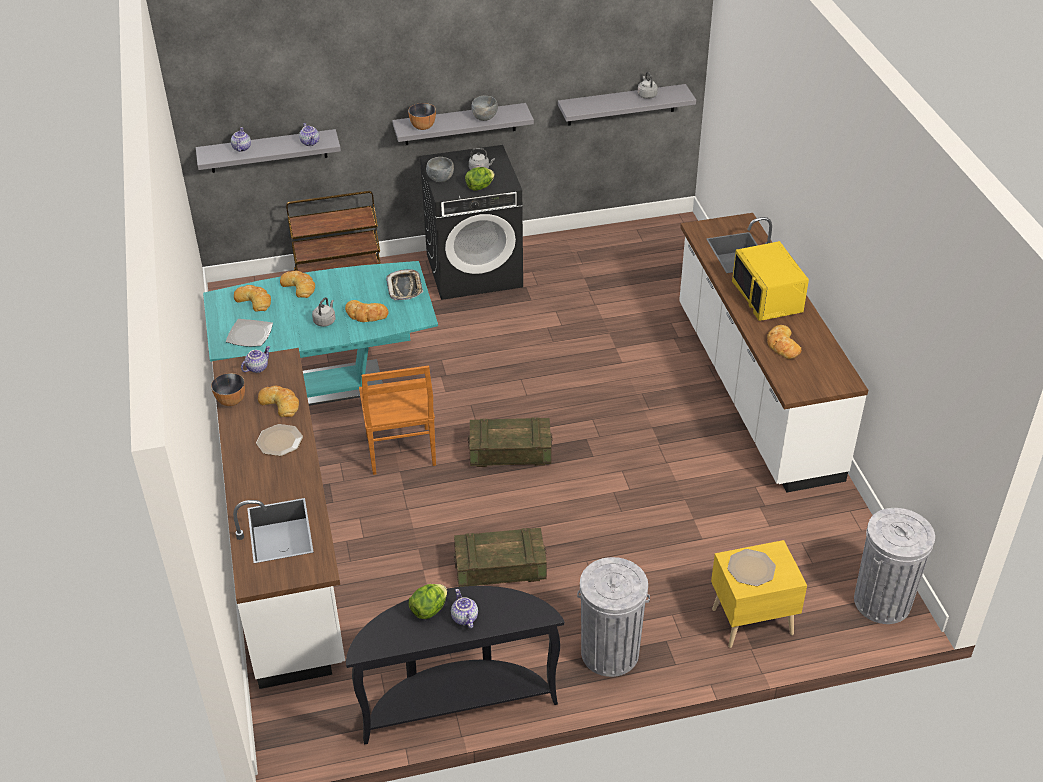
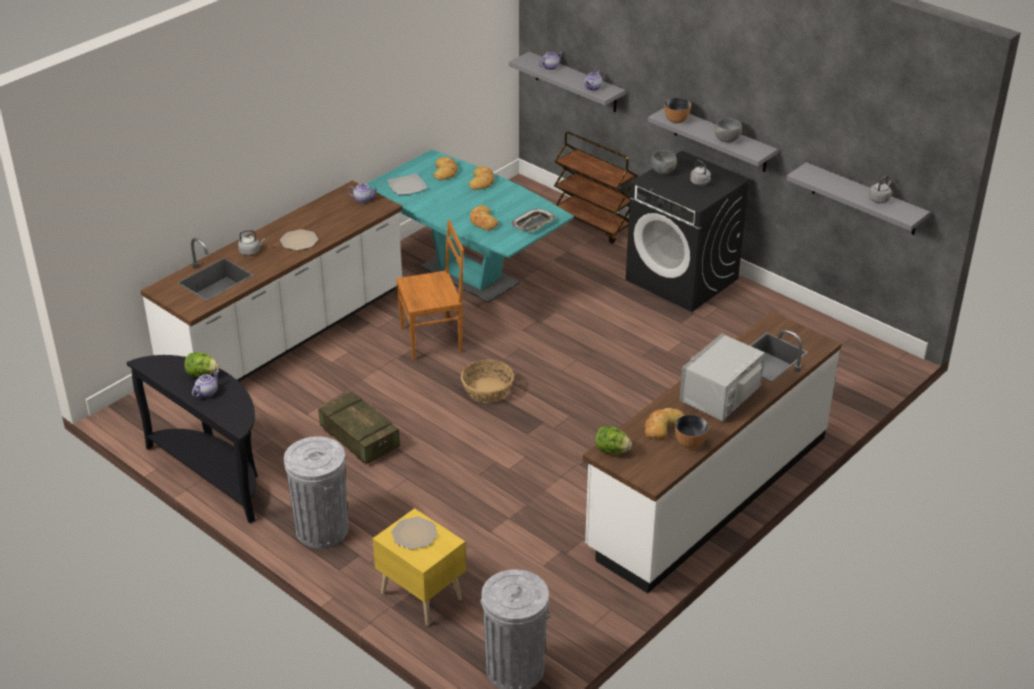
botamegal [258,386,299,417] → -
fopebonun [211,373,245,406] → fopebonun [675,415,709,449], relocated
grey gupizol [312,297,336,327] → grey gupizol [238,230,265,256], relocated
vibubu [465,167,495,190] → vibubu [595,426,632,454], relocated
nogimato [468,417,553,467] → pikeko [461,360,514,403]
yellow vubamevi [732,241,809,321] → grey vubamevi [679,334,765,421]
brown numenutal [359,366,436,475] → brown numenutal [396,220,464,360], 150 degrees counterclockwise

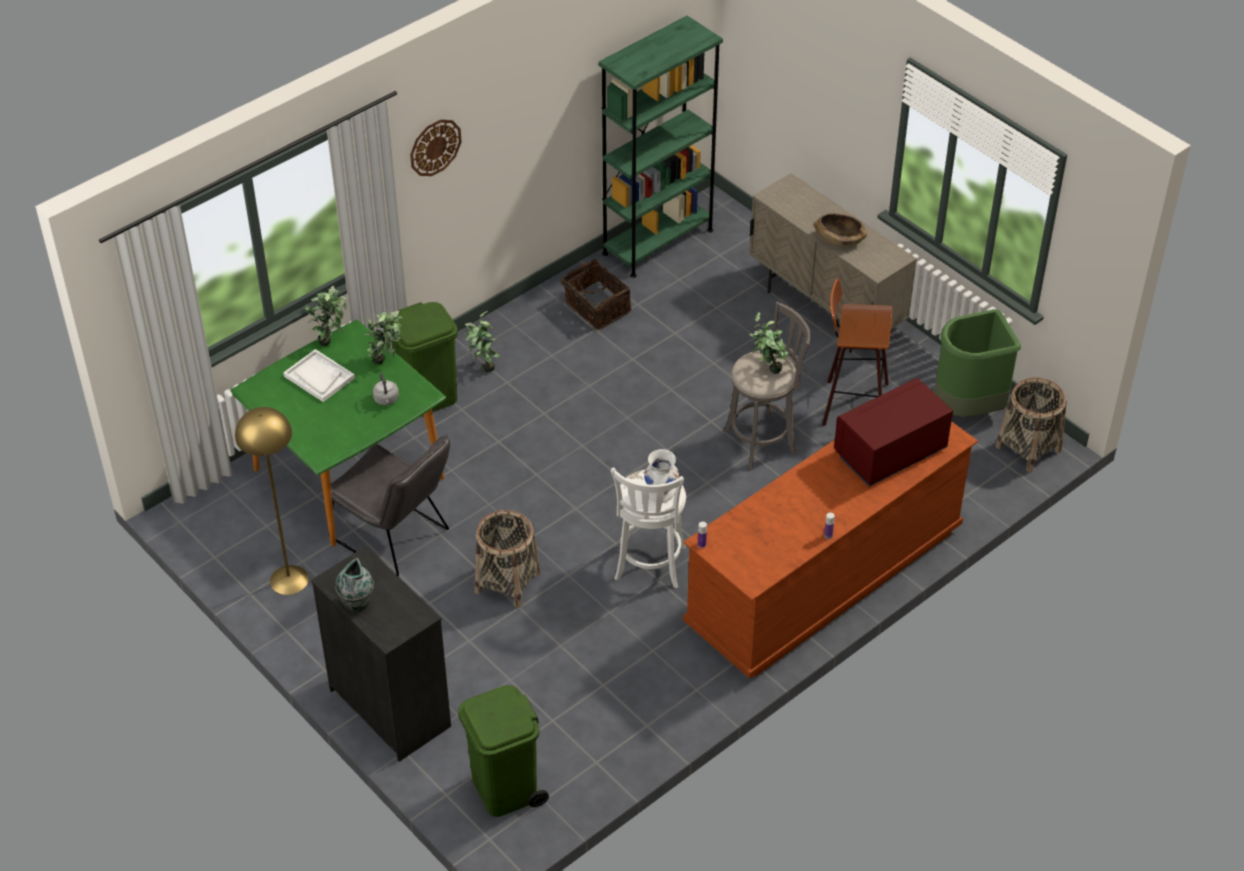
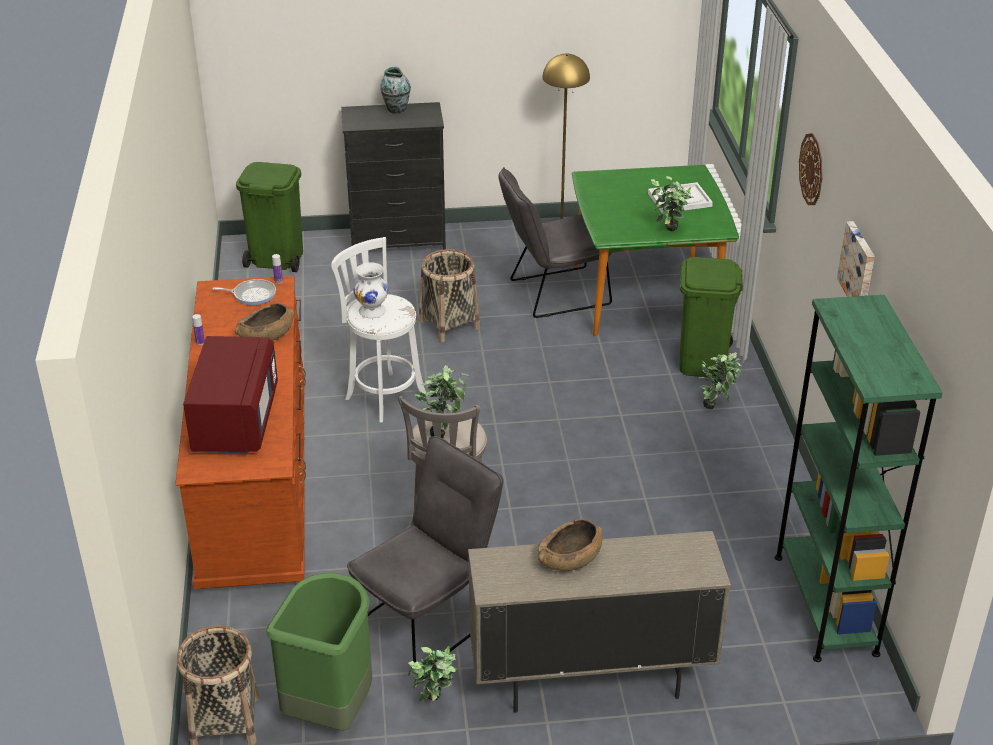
grey gupizol [373,373,399,405] → -
pikeko [561,259,631,330] → -
- → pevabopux [212,279,276,305]
- → brown fopebonun [235,303,294,341]
- → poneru [837,221,875,297]
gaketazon [305,286,347,346] → gaketazon [408,645,457,702], relocated
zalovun [822,279,892,426] → grey numenutal [347,436,503,663]

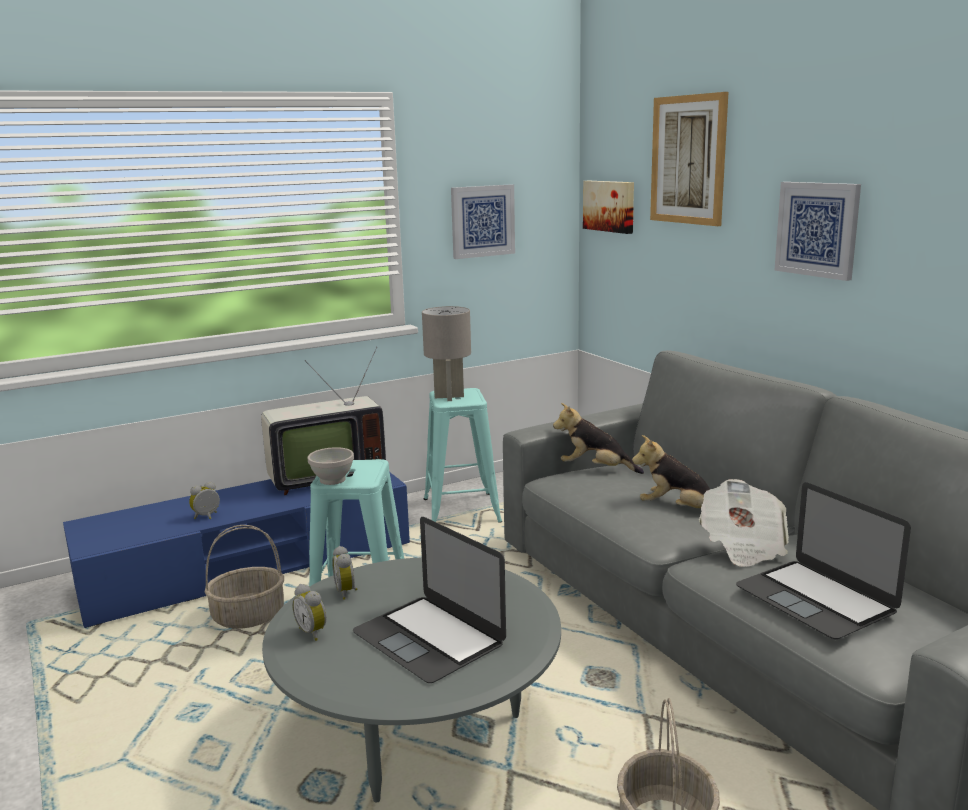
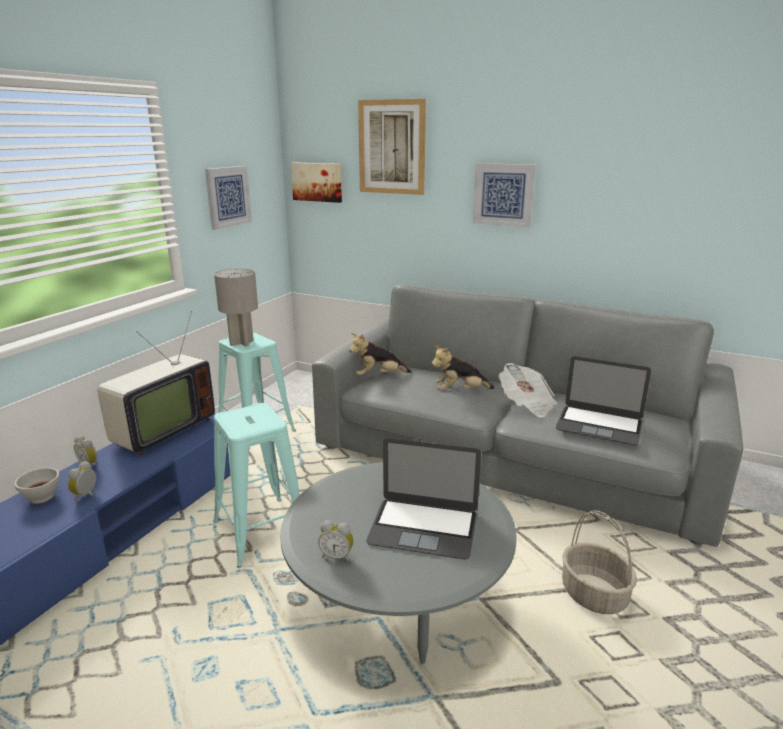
pikeko [205,525,284,629] → -
white fopebonun [308,447,354,485] → white fopebonun [14,468,60,504], relocated
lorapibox [332,546,357,600] → lorapibox [74,436,97,469], relocated

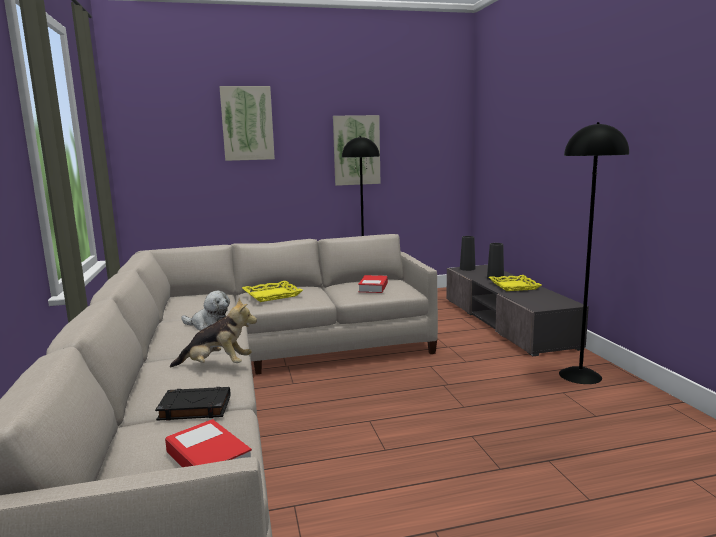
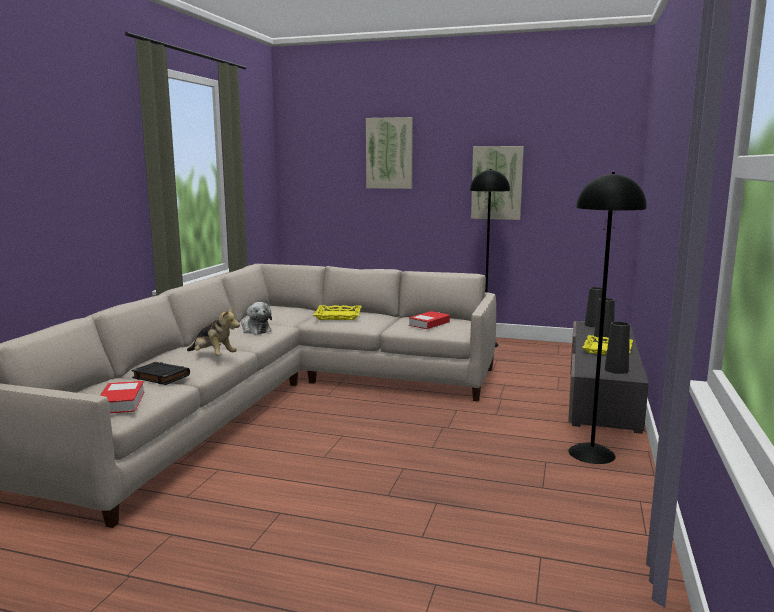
- → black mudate [605,321,630,374]

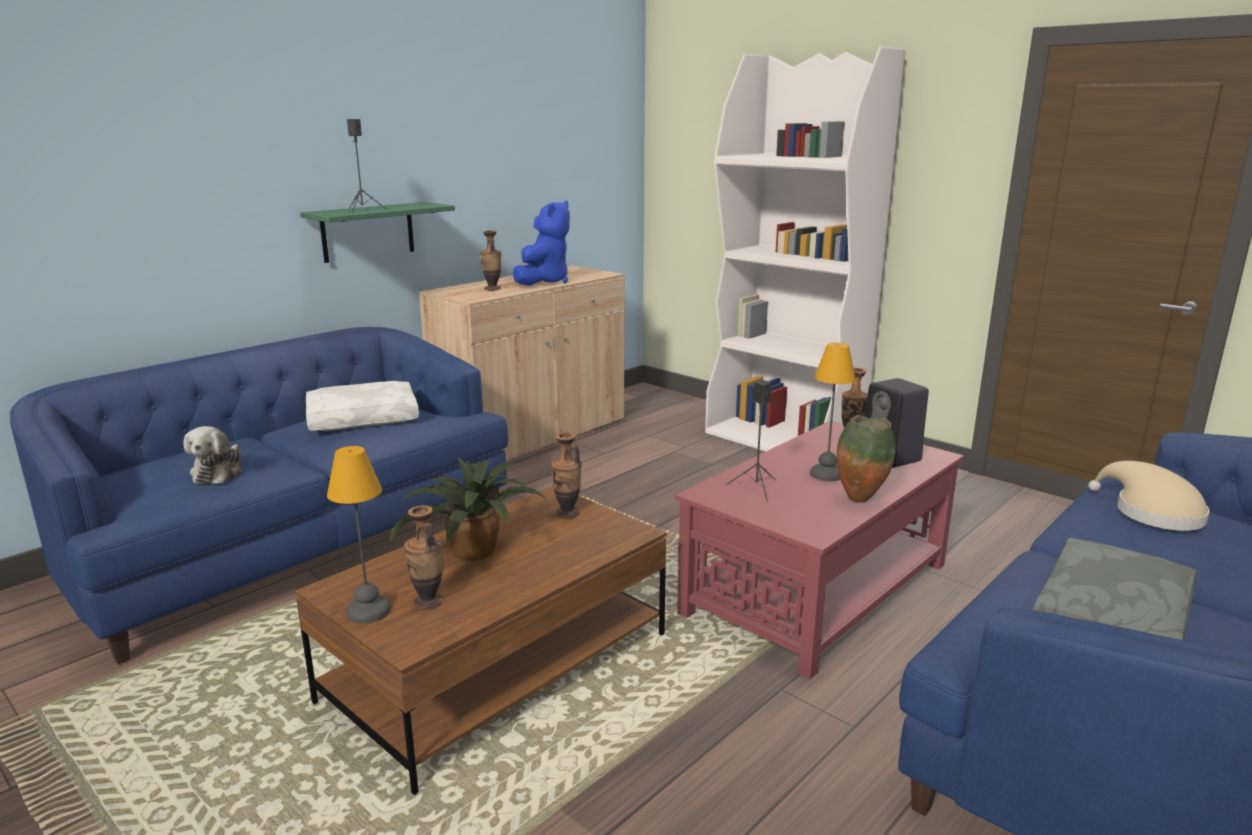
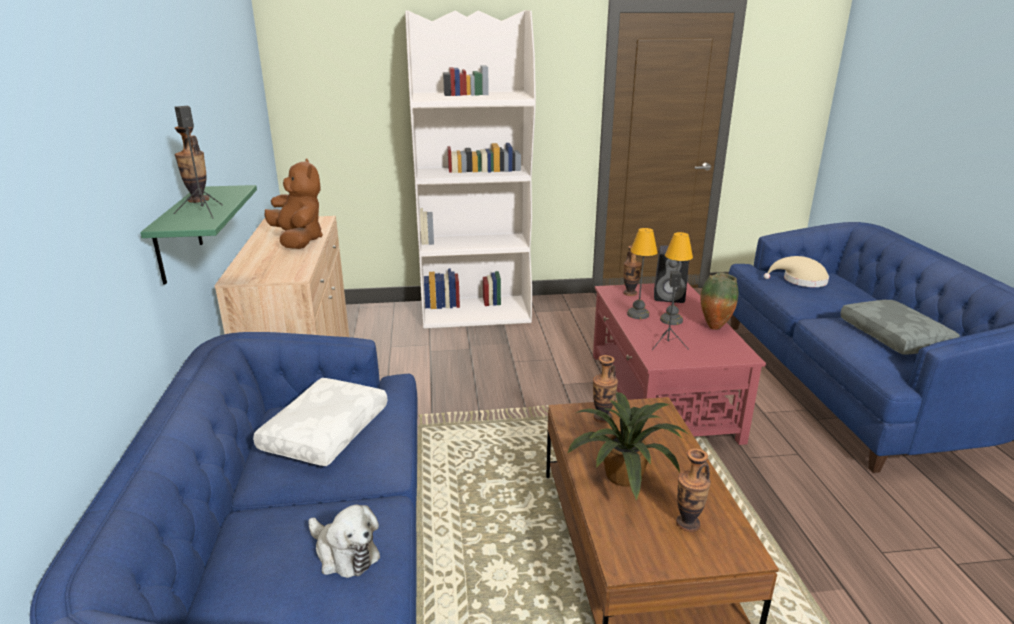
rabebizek [327,446,391,624] → rabebizek [627,228,658,319], relocated
mudate [480,230,501,291] → mudate [175,126,209,203], relocated
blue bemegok [513,200,570,286] → brown bemegok [265,158,323,249]

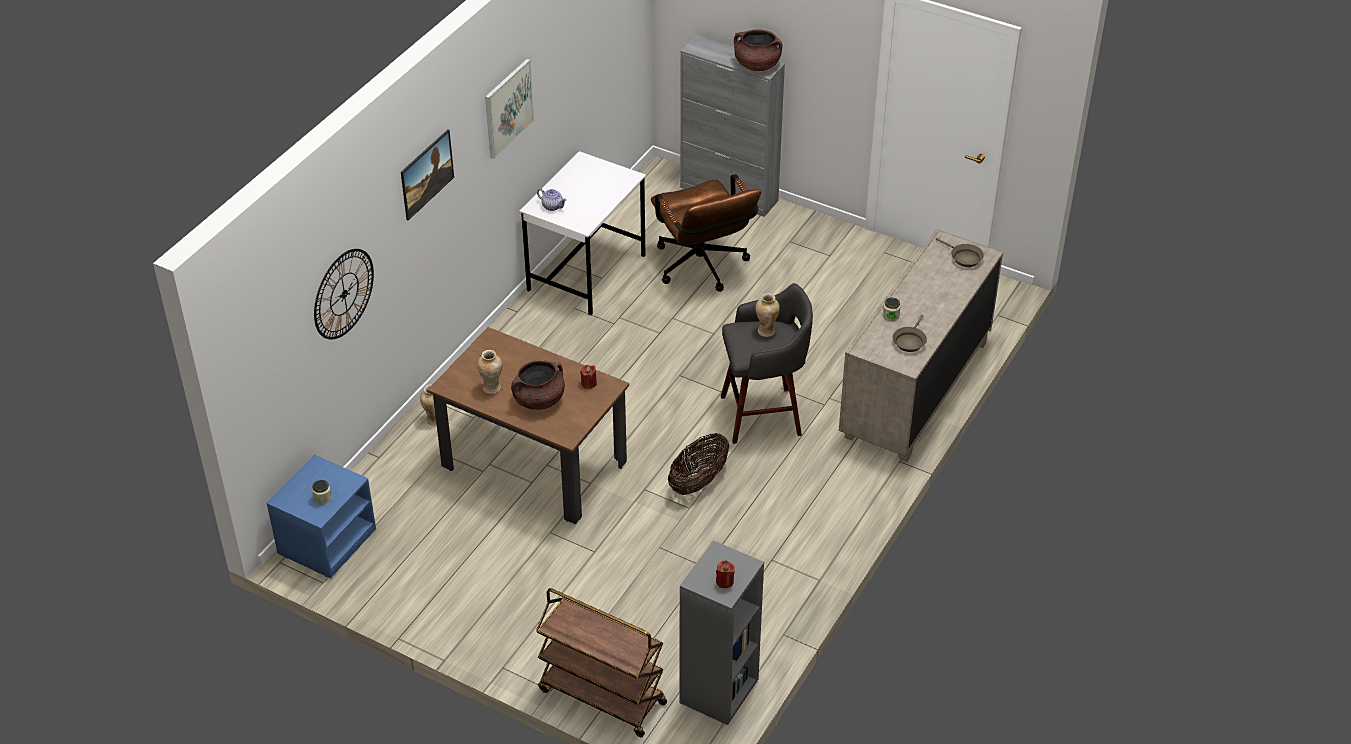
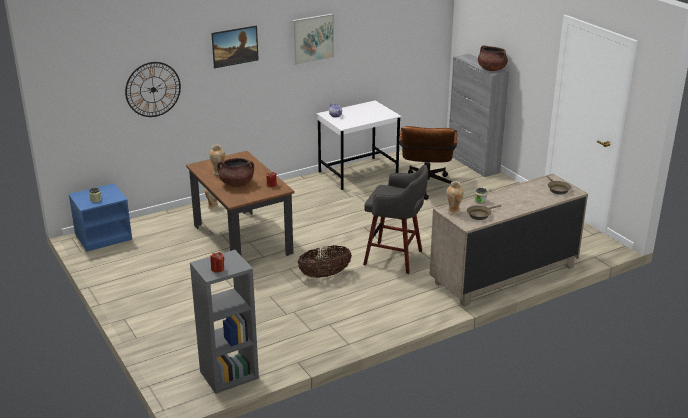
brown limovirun [536,588,667,737] → -
mudate [756,293,780,337] → mudate [446,181,464,215], relocated

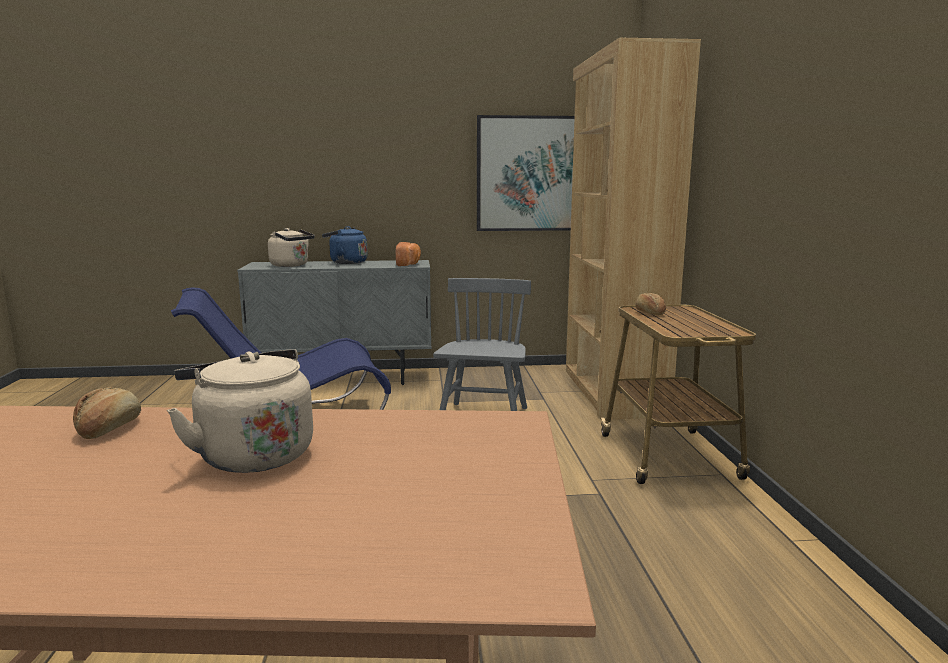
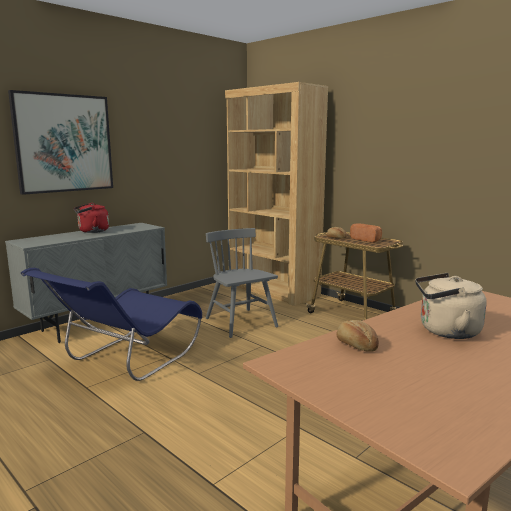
beige gupizol [268,228,314,267] → -
botamegal [396,242,421,266] → botamegal [350,223,382,243], relocated
poneru [477,115,575,231] → poneru [8,90,113,195], relocated
blue gupizol [322,226,368,264] → red gupizol [74,203,109,233]

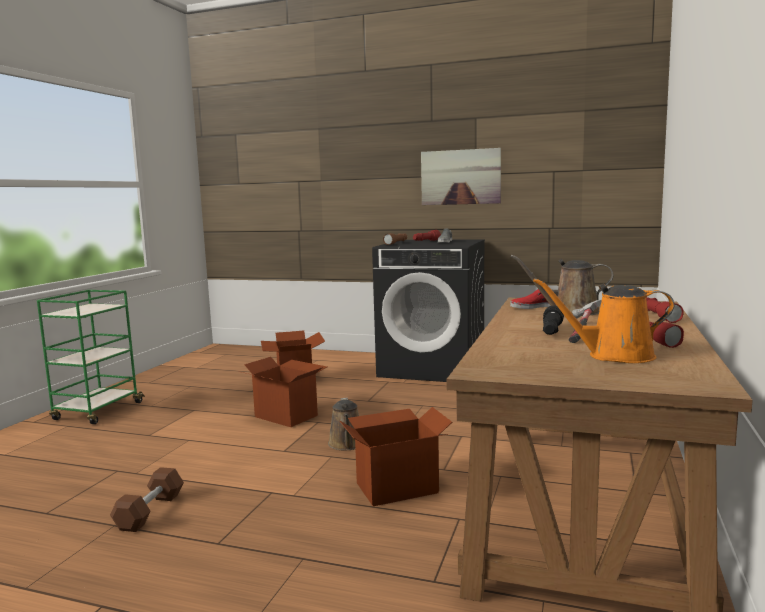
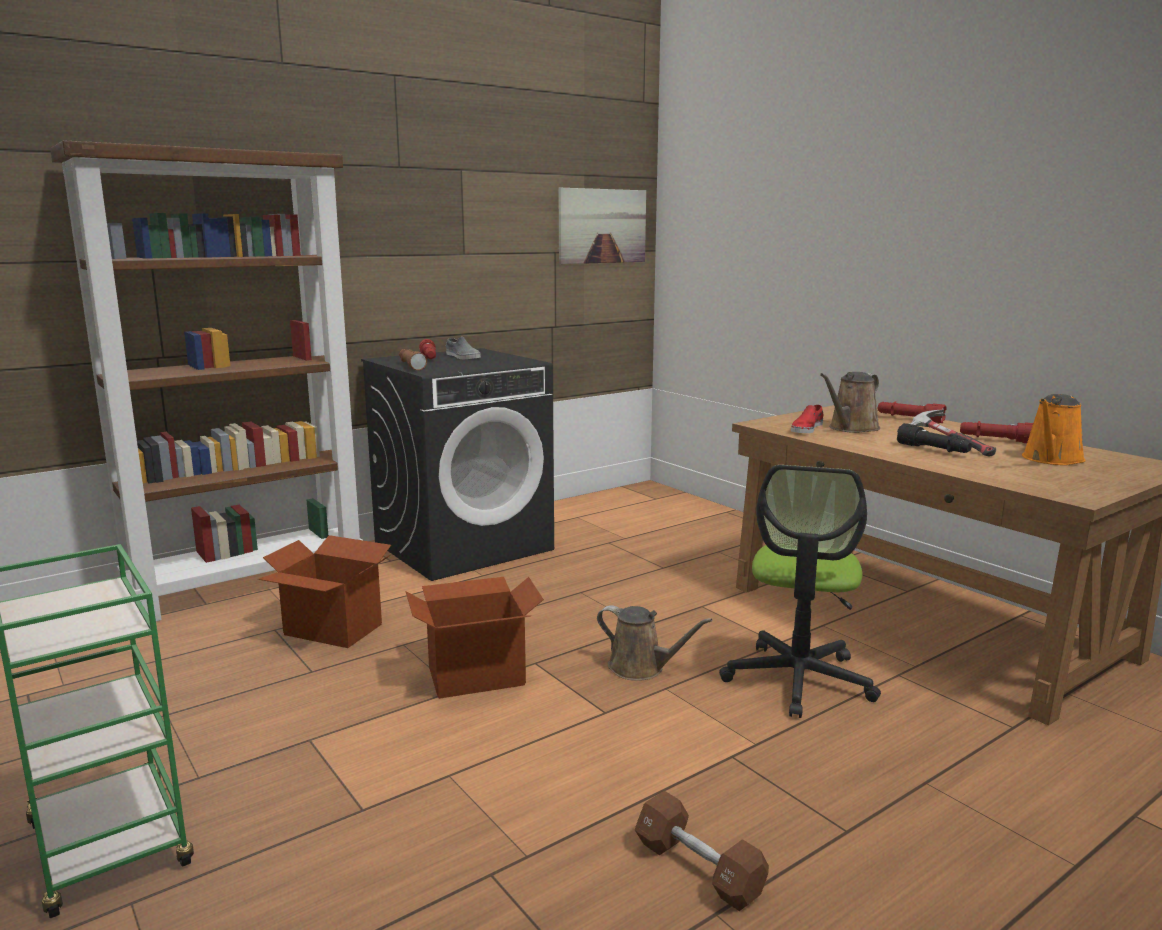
- → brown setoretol [50,140,364,621]
poneru [421,148,501,205] → poneru [558,187,646,264], relocated
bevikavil [340,407,452,506] → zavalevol [719,465,881,718]

